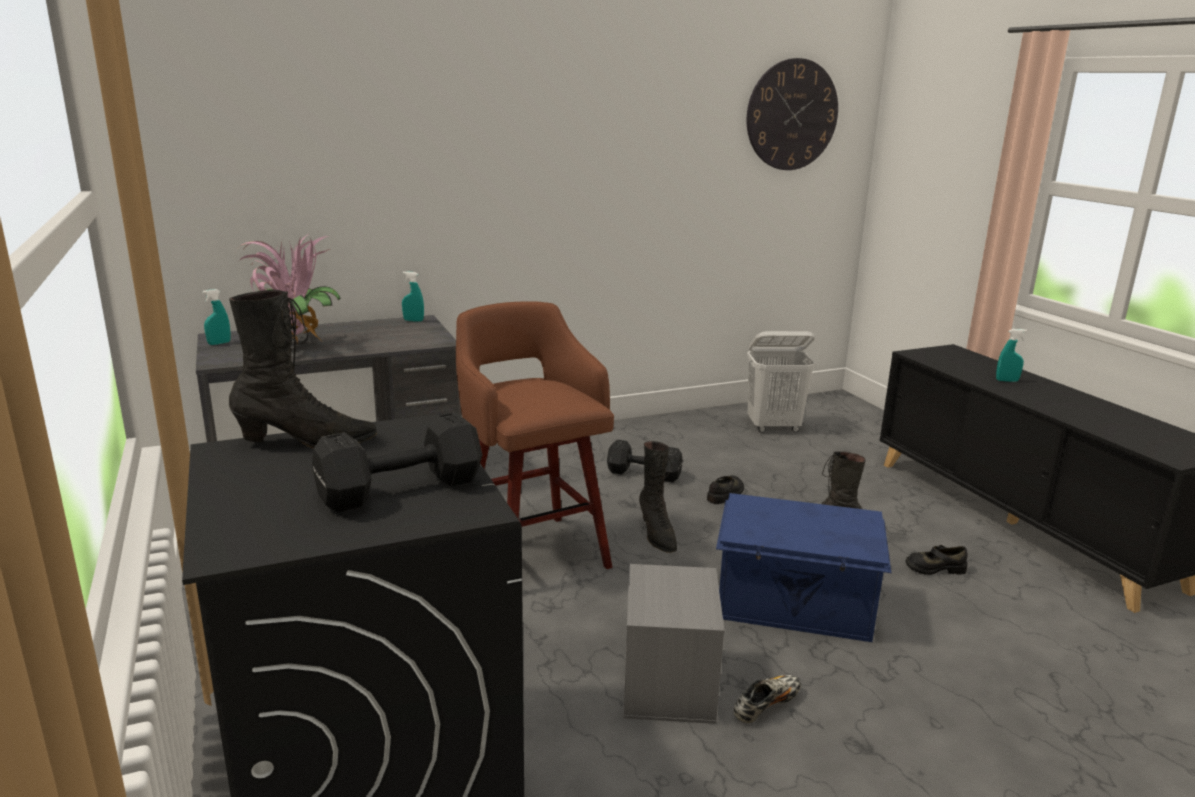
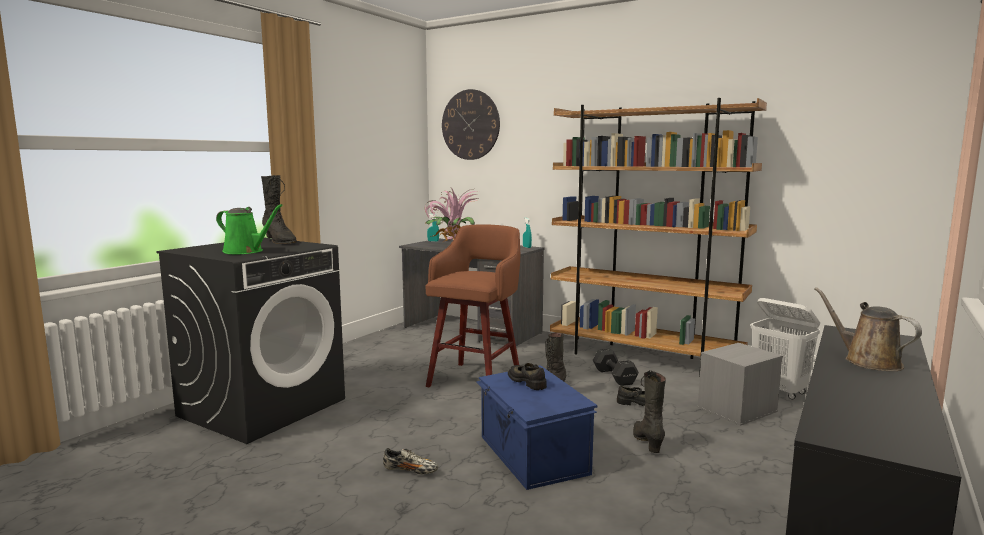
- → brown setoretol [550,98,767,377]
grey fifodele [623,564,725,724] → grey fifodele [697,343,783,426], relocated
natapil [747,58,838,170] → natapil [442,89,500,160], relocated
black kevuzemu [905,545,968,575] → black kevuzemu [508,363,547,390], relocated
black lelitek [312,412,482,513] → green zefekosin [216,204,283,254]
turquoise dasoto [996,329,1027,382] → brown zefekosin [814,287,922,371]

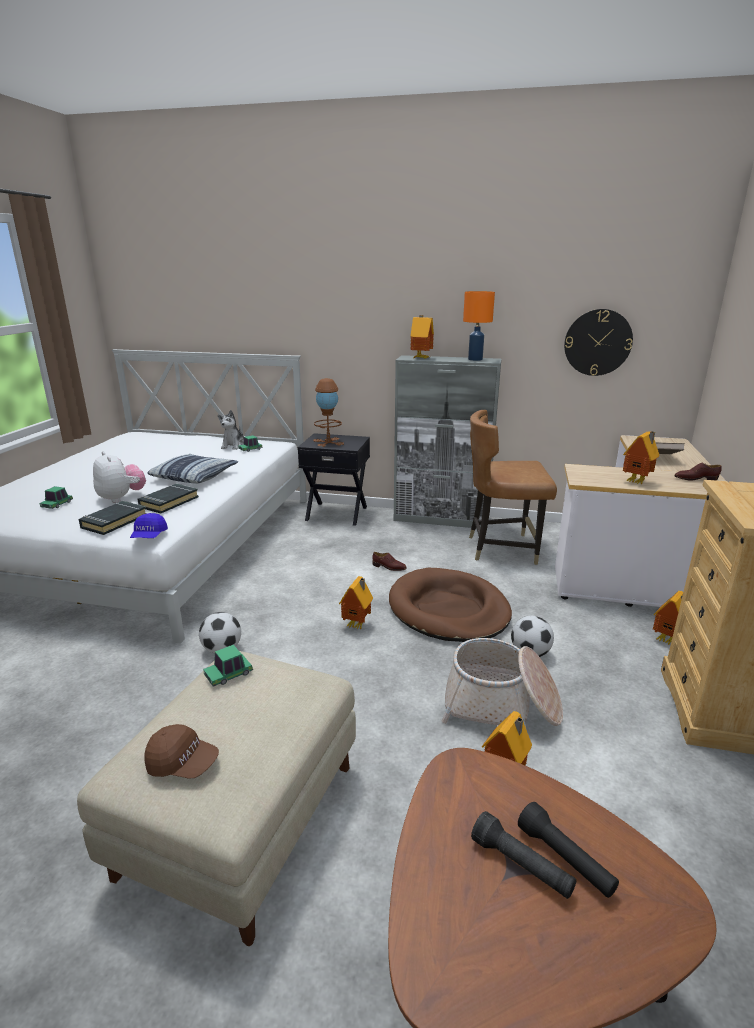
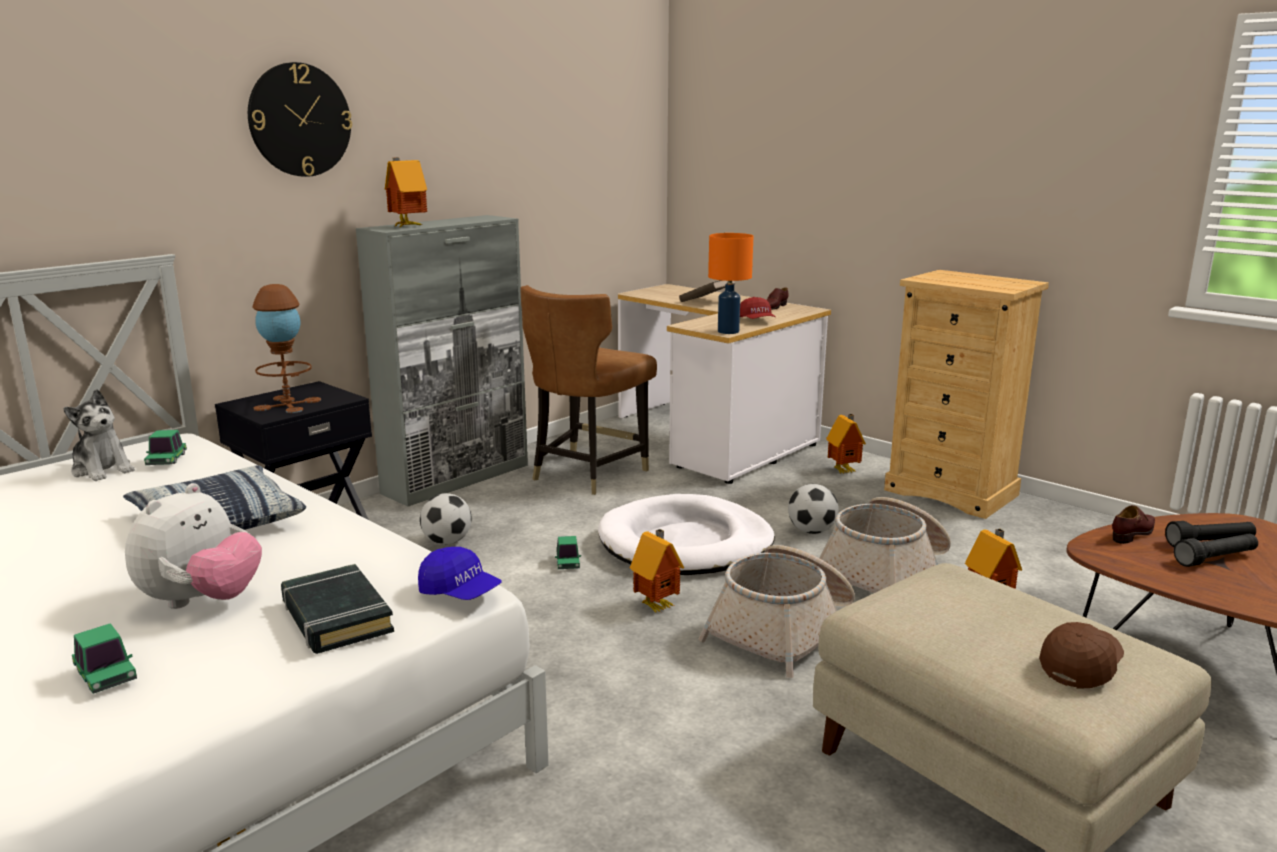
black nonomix [138,484,199,514] → -
- → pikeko [698,545,855,678]
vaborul [199,612,241,653] → vaborul [420,493,472,544], relocated
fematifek [203,644,253,687] → fematifek [555,536,581,569], relocated
brown kevuzemu [372,552,407,571] → brown kevuzemu [1112,505,1155,544], relocated
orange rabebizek [463,291,495,361] → orange rabebizek [708,233,753,334], relocated
natapil [564,309,633,376] → natapil [248,62,352,177], relocated
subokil [623,431,660,484] → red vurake [740,297,775,319]
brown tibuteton [389,568,512,642] → white tibuteton [598,494,775,575]
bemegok [93,451,146,503] → bemegok [125,483,262,609], 120 degrees clockwise

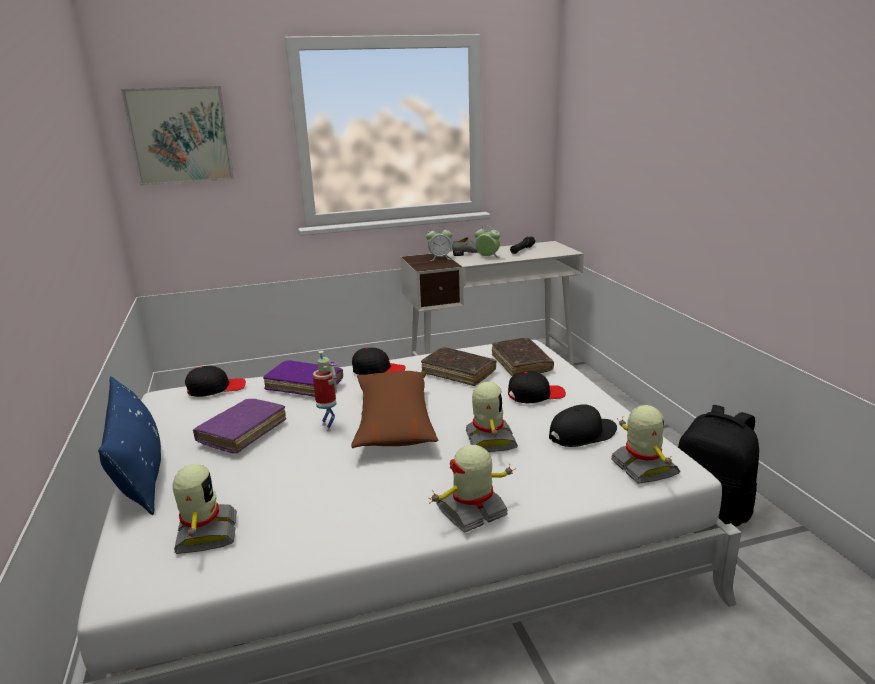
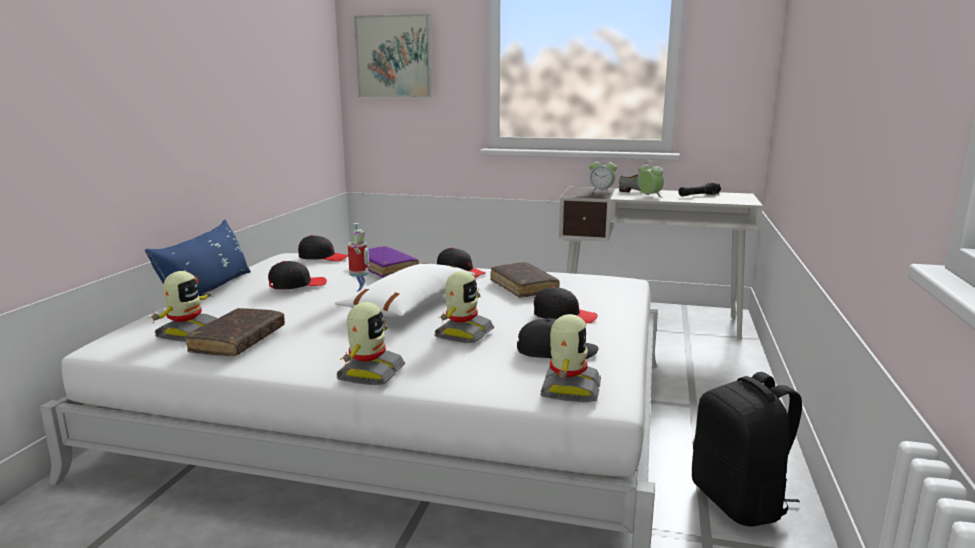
brown nonomix [492,338,554,376] → brown nonomix [185,308,285,356], relocated
purple nonomix [193,399,286,454] → black vurake [268,261,327,290]
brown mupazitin [351,371,439,448] → white mupazitin [335,263,476,317]
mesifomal [429,445,516,533] → mesifomal [336,302,405,385], 105 degrees clockwise

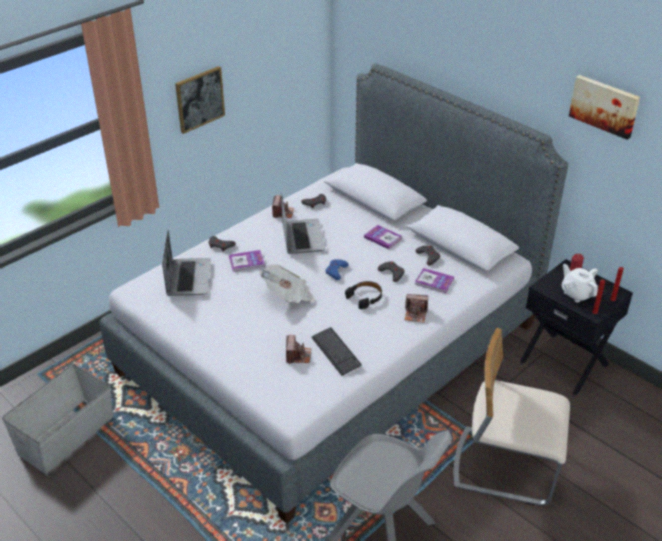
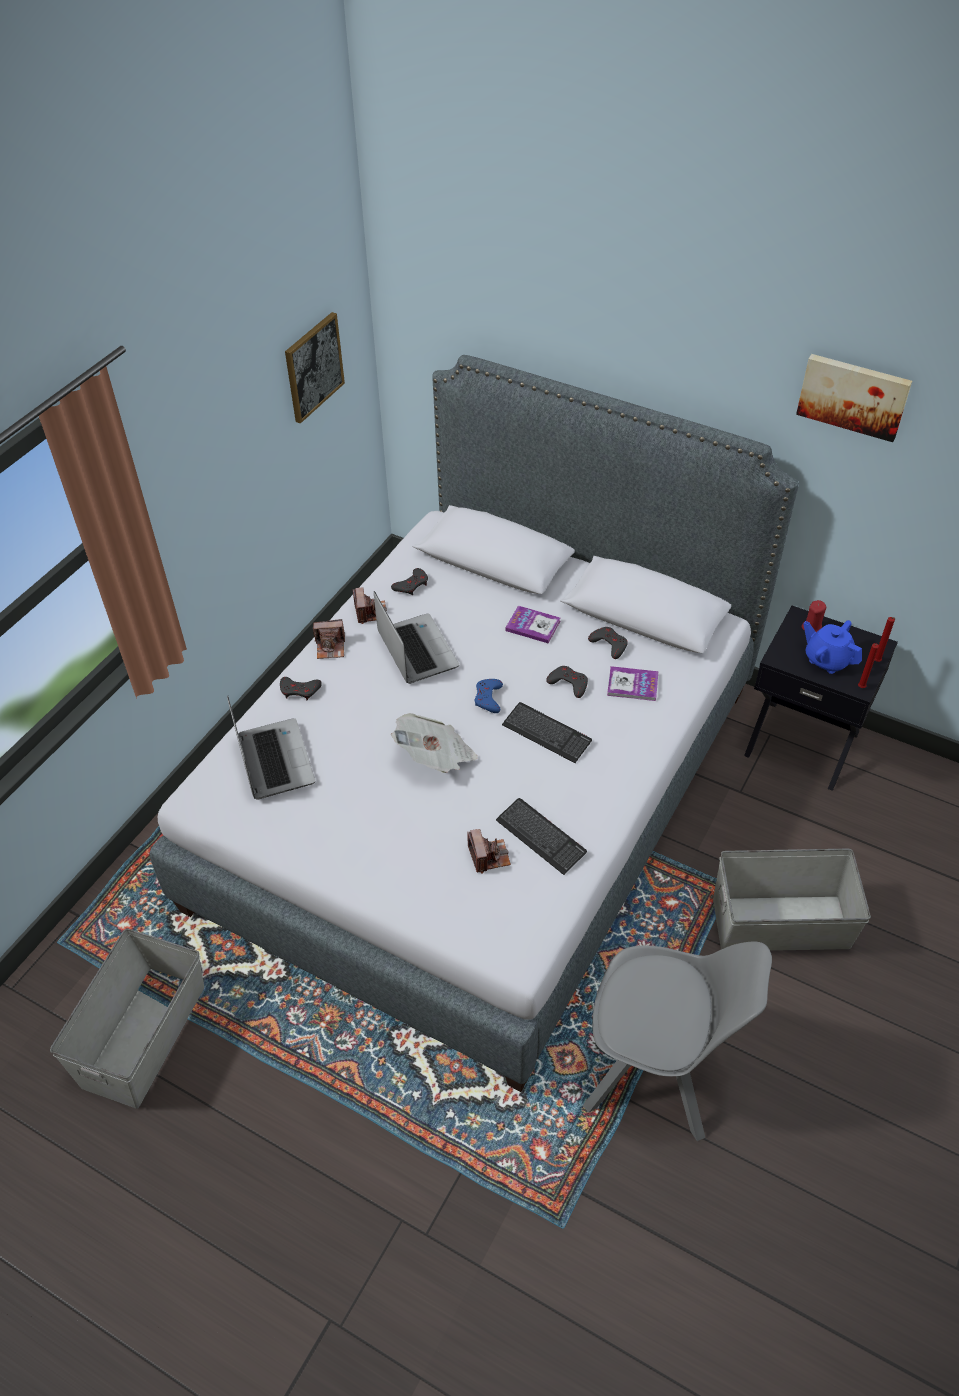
nonomix [229,250,265,272] → -
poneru [175,66,225,134] → poneru [285,312,345,424], relocated
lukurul [405,294,428,323] → lukurul [313,619,345,659], relocated
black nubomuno [345,281,382,309] → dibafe [502,702,592,763]
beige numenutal [454,328,570,506] → grey fifodele [713,849,871,951]
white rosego [562,264,598,302] → blue rosego [803,620,862,674]

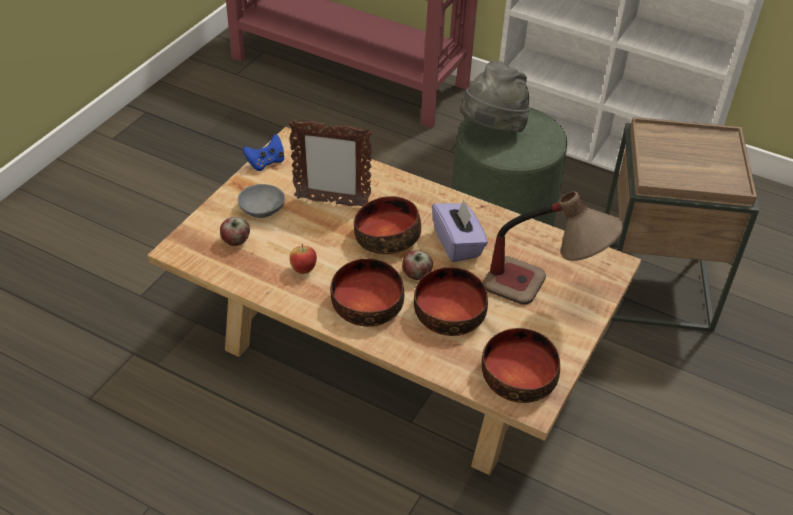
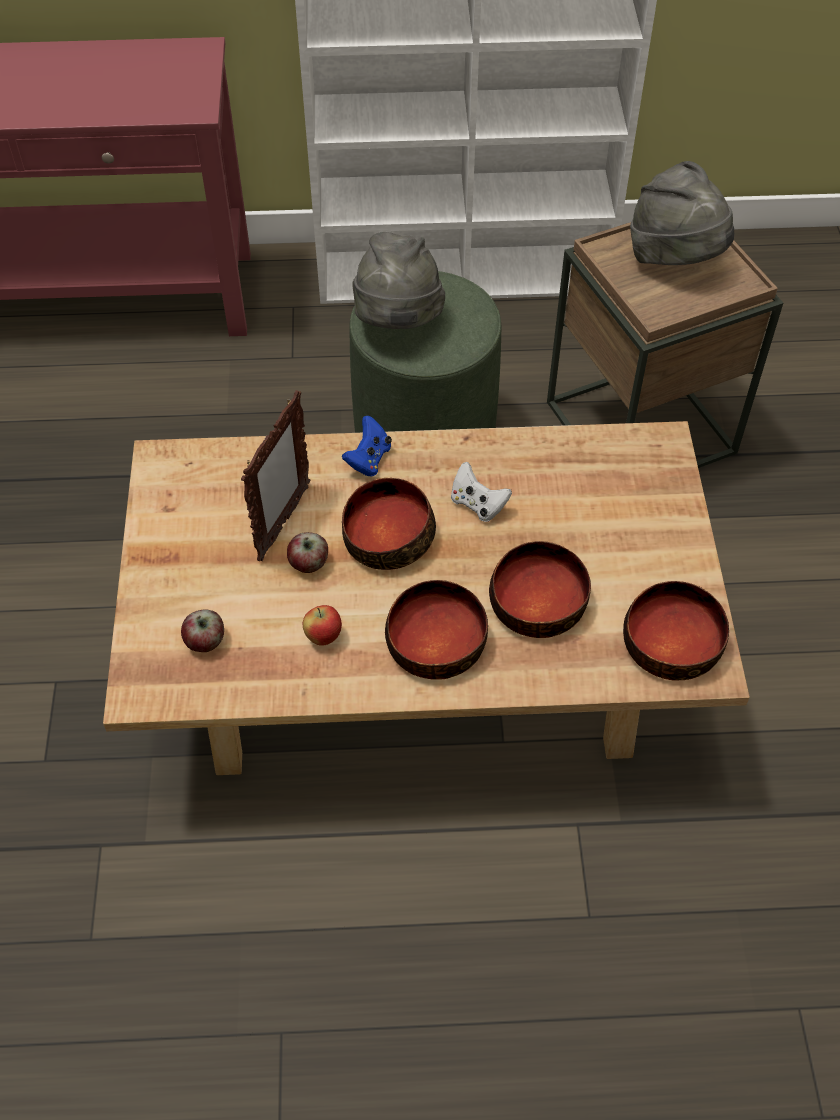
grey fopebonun [238,184,285,218] → -
rabebizek [483,191,624,305] → -
- → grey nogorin [630,161,734,265]
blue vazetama [242,134,284,171] → blue vazetama [342,416,392,477], relocated
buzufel [402,250,433,280] → buzufel [287,532,328,573], relocated
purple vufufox [432,200,488,262] → white vazetama [451,462,512,522]
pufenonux [288,119,372,206] → pufenonux [241,390,310,561], 45 degrees counterclockwise

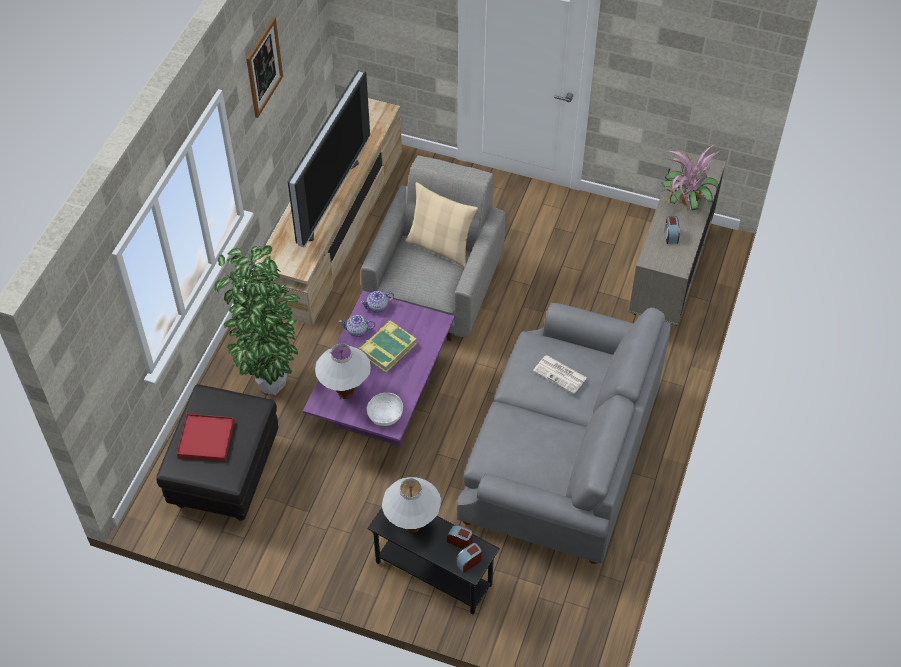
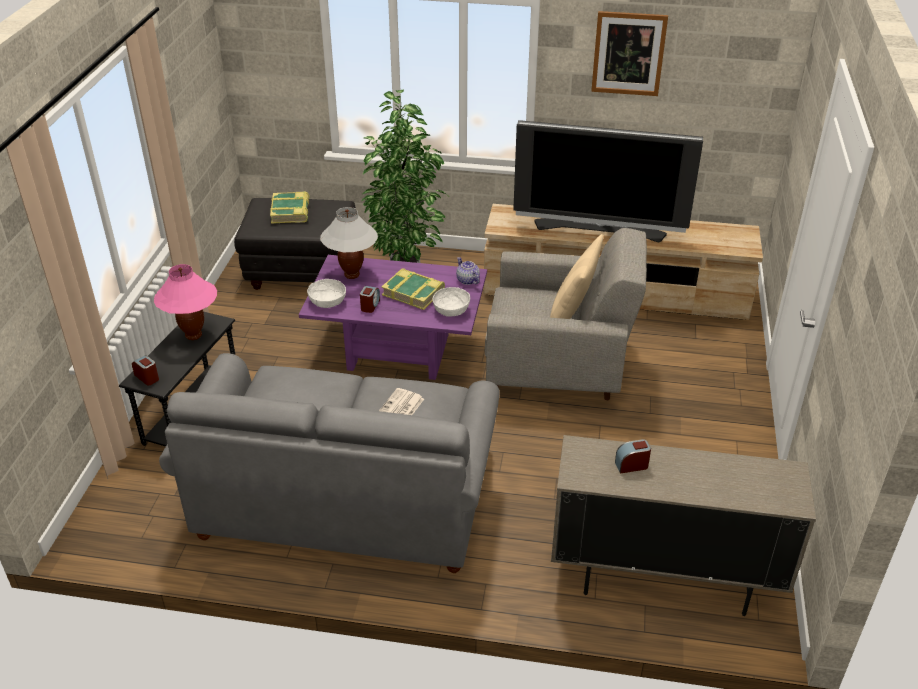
rosego [339,315,375,337] → -
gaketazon [661,144,722,213] → -
- → white fopebonun [432,287,470,317]
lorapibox [447,525,473,549] → lorapibox [360,286,380,313], relocated
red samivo [177,414,234,462] → nonomix [270,191,310,224]
white rabebizek [382,477,441,533] → pink rabebizek [154,264,217,340]

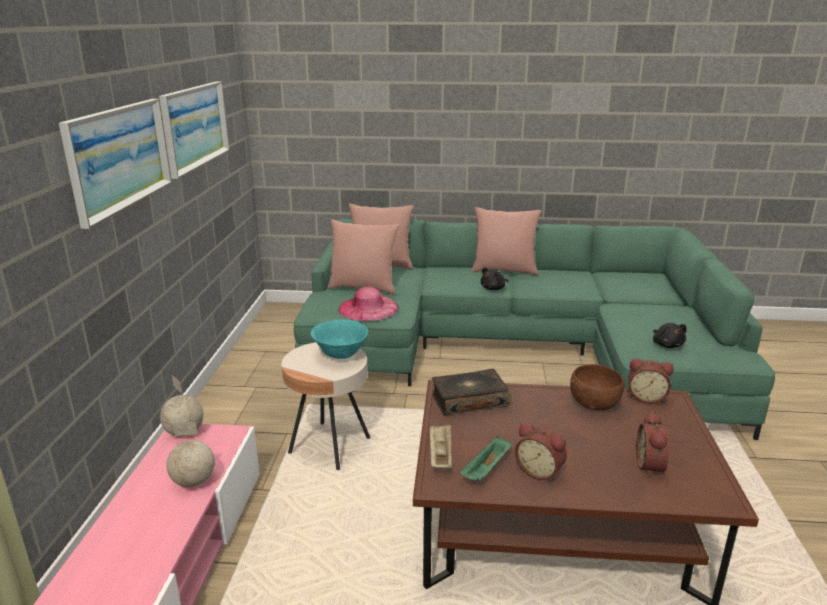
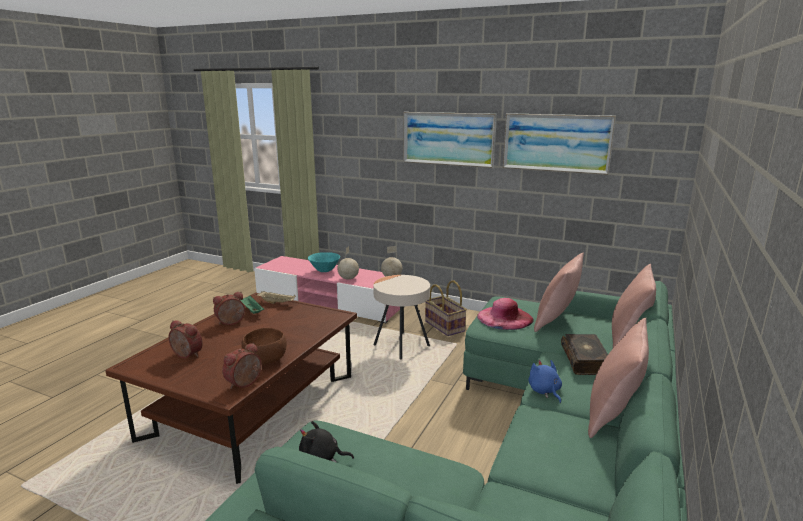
- → pikeko [425,280,467,336]
turquoise fopebonun [311,319,368,359] → turquoise fopebonun [308,252,340,272], relocated
nonomix [432,369,511,416] → nonomix [561,334,608,375], relocated
black bemegok [480,267,508,290] → blue bemegok [528,360,562,403]

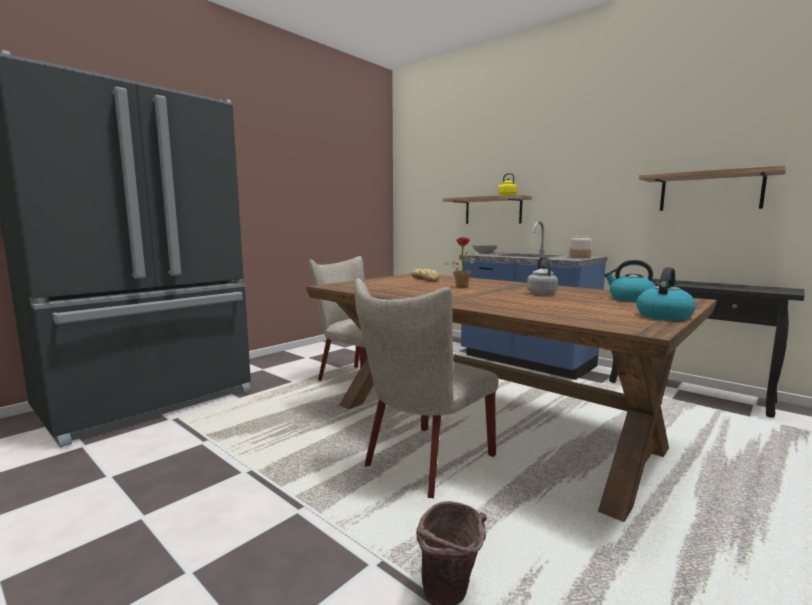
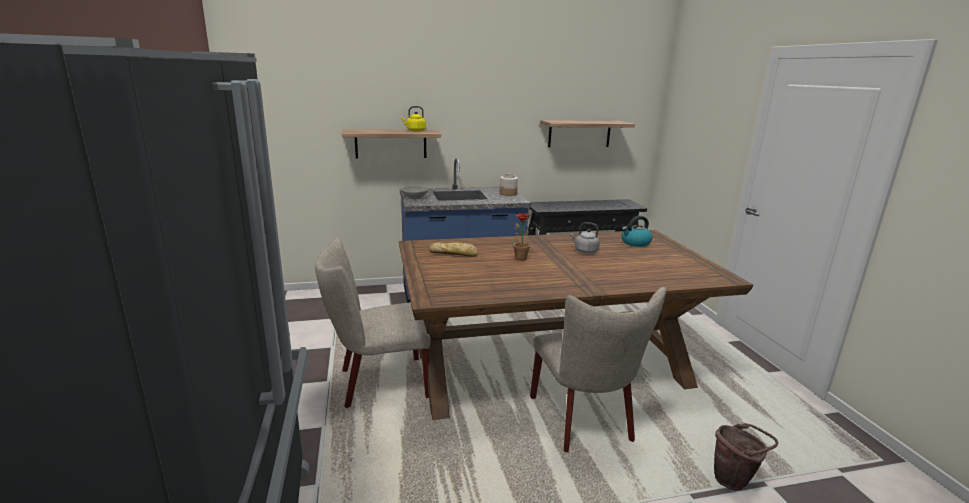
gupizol [636,267,696,320] → -

